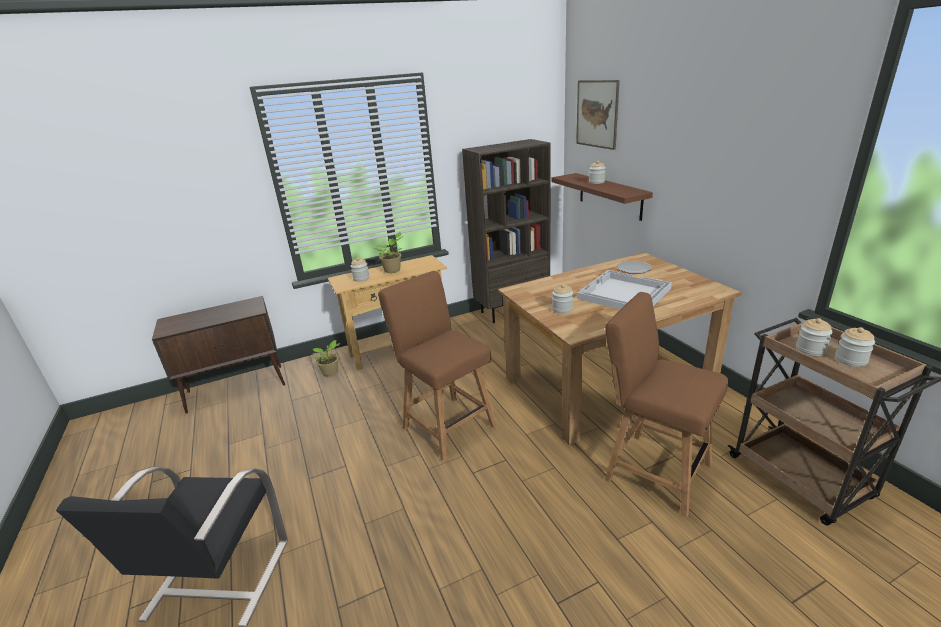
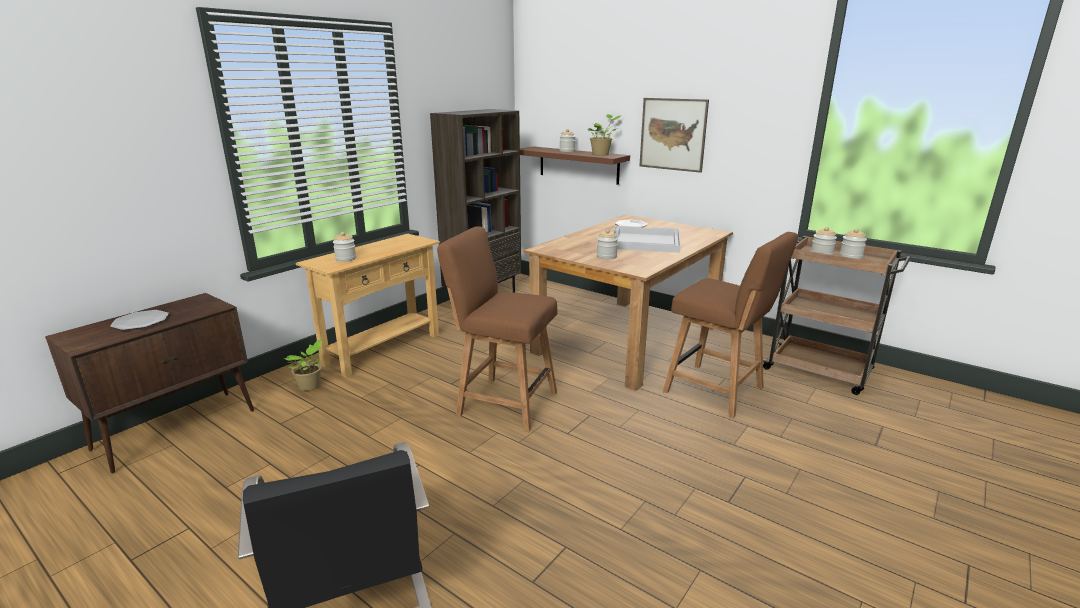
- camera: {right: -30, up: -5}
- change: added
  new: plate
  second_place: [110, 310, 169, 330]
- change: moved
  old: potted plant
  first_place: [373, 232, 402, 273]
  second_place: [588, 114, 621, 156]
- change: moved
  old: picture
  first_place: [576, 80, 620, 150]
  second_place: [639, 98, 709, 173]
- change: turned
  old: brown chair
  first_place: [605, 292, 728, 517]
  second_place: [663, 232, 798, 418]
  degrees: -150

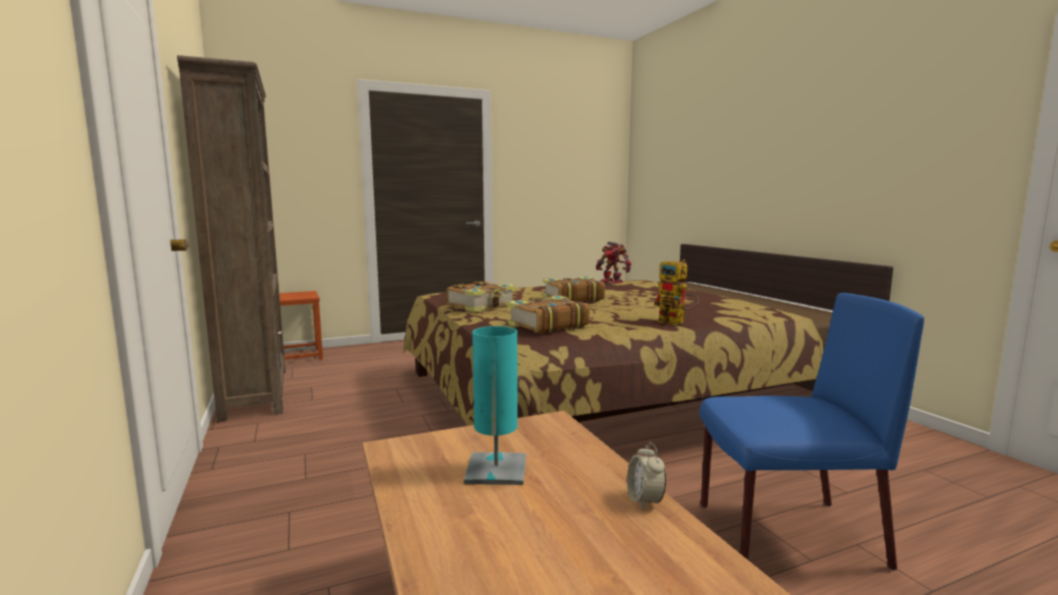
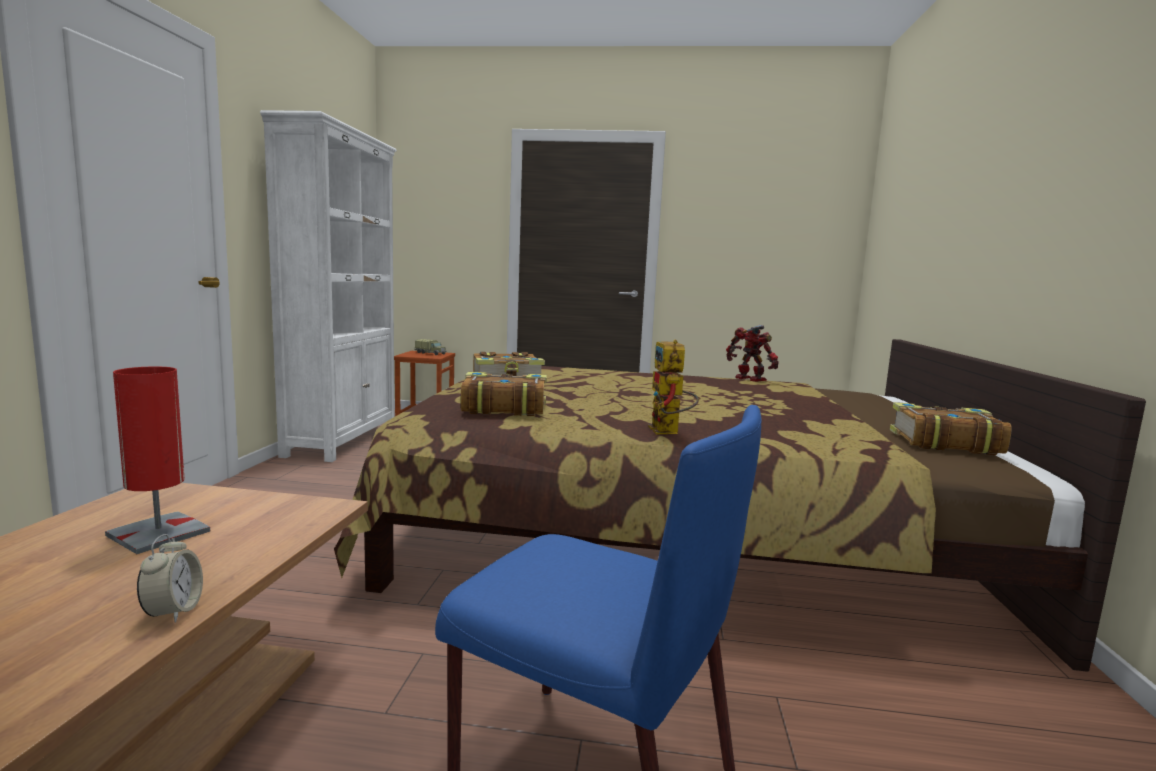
- camera: {right: 30, up: 0}
- change: added
  new: toy truck
  second_place: [415, 339, 447, 355]
- change: moved
  old: book
  first_place: [543, 277, 605, 302]
  second_place: [890, 402, 1012, 455]
- change: recoloured
  old: brown bookcase
  new: white bookcase
  first_place: [177, 55, 286, 422]
  second_place: [260, 110, 397, 462]
- change: recoloured
  old: turquoise table lamp
  new: red table lamp
  first_place: [464, 326, 526, 485]
  second_place: [105, 367, 210, 554]
- change: turned
  old: toy robot
  first_place: [596, 242, 632, 284]
  second_place: [726, 325, 779, 382]
  degrees: 150
- change: turned
  old: alarm clock
  first_place: [627, 442, 666, 510]
  second_place: [137, 534, 203, 623]
  degrees: 150

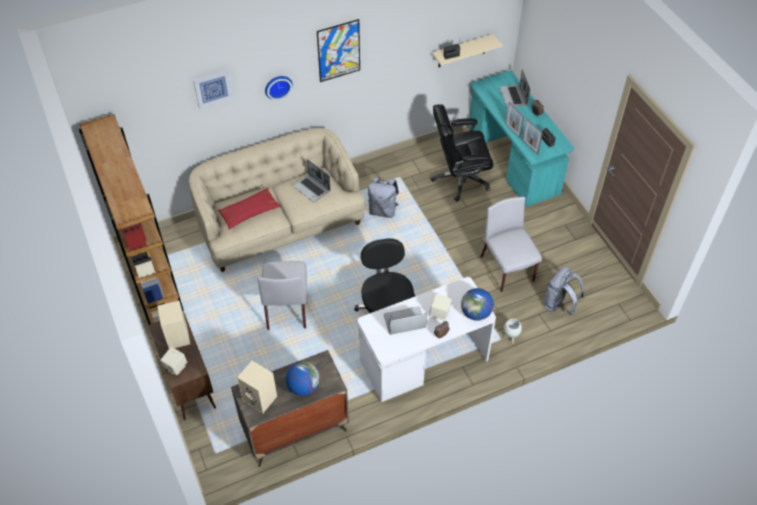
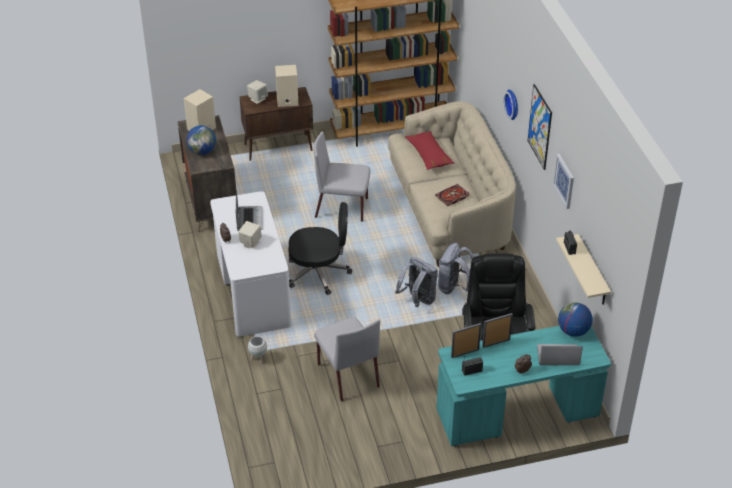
- camera: {right: 100, up: -10}
- change: moved
  old: picture
  first_place: [193, 70, 233, 108]
  second_place: [553, 154, 574, 209]
- change: moved
  old: globe
  first_place: [461, 288, 494, 321]
  second_place: [558, 302, 593, 337]
- change: moved
  old: grey backpack
  first_place: [544, 267, 584, 315]
  second_place: [395, 257, 438, 307]
- change: replaced
  old: laptop
  new: book
  first_place: [293, 159, 331, 202]
  second_place: [435, 184, 469, 206]
- change: turned
  old: grey chair
  first_place: [480, 197, 542, 292]
  second_place: [314, 317, 380, 401]
  degrees: 75

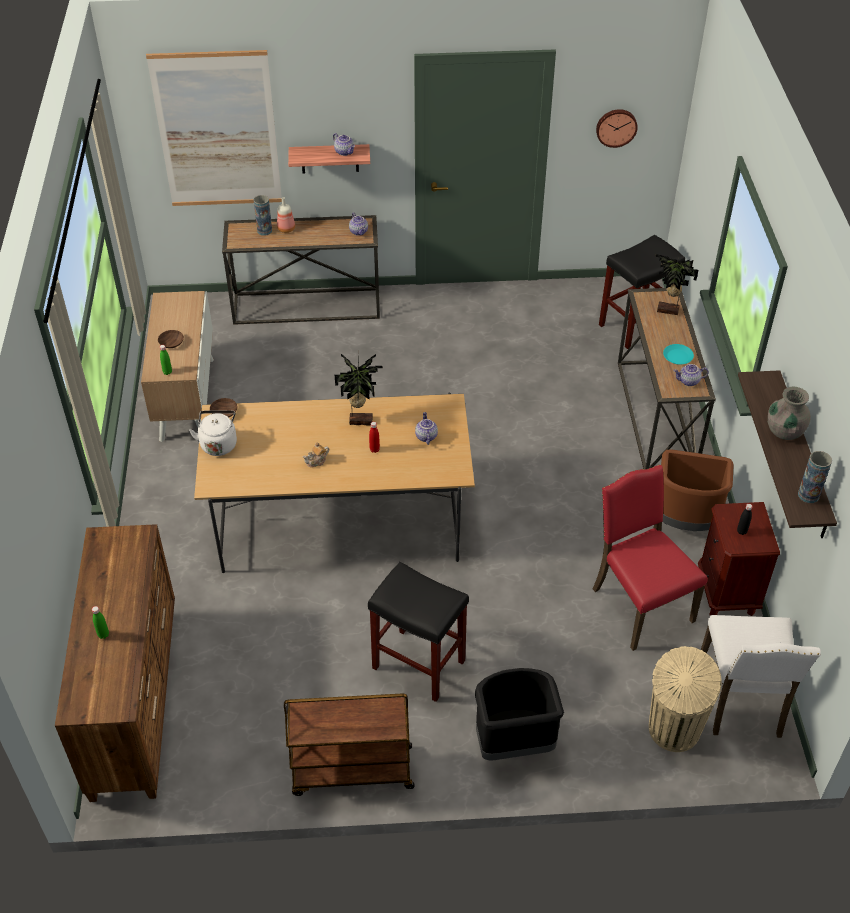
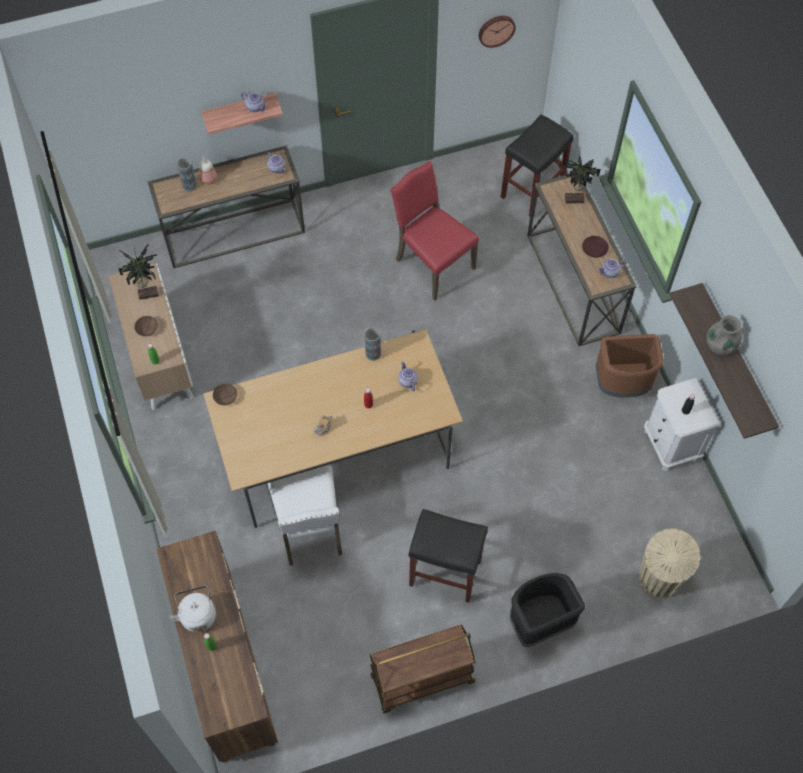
- camera: {right: -15, up: 15}
- change: removed
  old: picture
  first_place: [146, 50, 282, 206]
- change: moved
  old: white kettle
  first_place: [189, 410, 237, 456]
  second_place: [170, 586, 216, 632]
- change: moved
  old: potted plant
  first_place: [335, 352, 383, 425]
  second_place: [118, 244, 159, 300]
- change: moved
  old: red chair
  first_place: [593, 465, 708, 651]
  second_place: [390, 161, 479, 301]
- change: moved
  old: white chair
  first_place: [701, 615, 821, 738]
  second_place: [267, 465, 342, 566]
- change: moved
  old: vase
  first_place: [798, 451, 832, 503]
  second_place: [365, 328, 381, 361]
- change: recoloured
  old: turquoise plate
  new: brown plate
  first_place: [663, 344, 694, 365]
  second_place: [582, 236, 609, 258]
- change: recoloured
  old: brown nightstand
  new: white nightstand
  first_place: [698, 502, 780, 616]
  second_place: [644, 378, 719, 471]

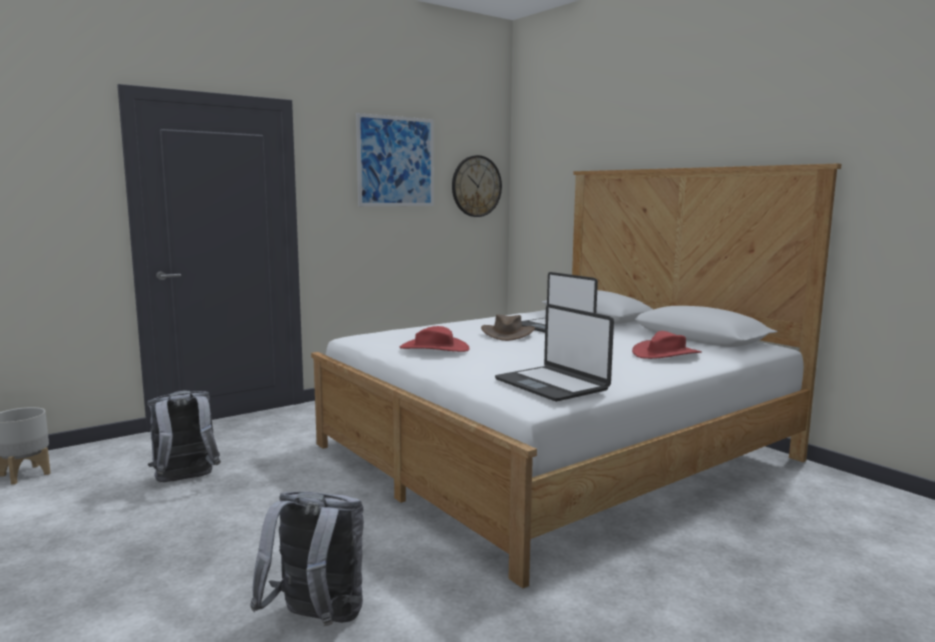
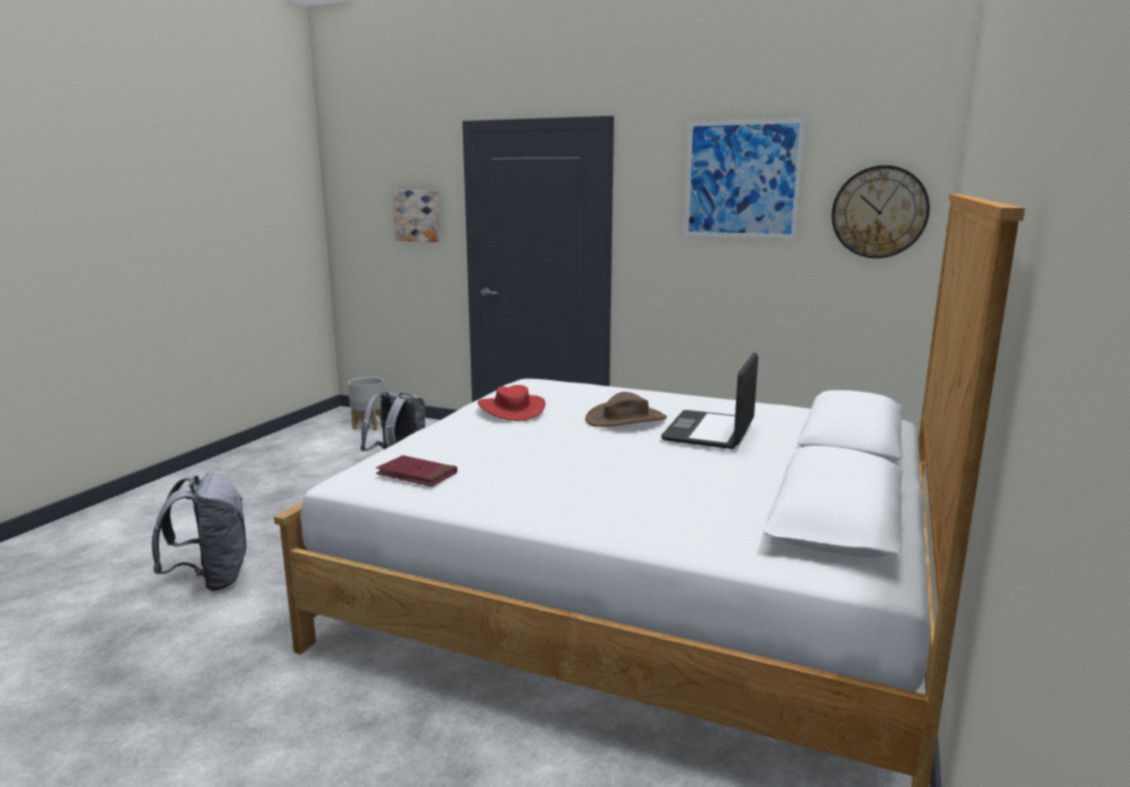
- camera: {right: 60, up: 5}
- change: removed
  old: red hat
  first_place: [632, 331, 702, 359]
- change: added
  new: picture
  second_place: [392, 190, 440, 242]
- change: replaced
  old: laptop
  new: red book
  first_place: [495, 304, 614, 402]
  second_place: [376, 455, 457, 487]

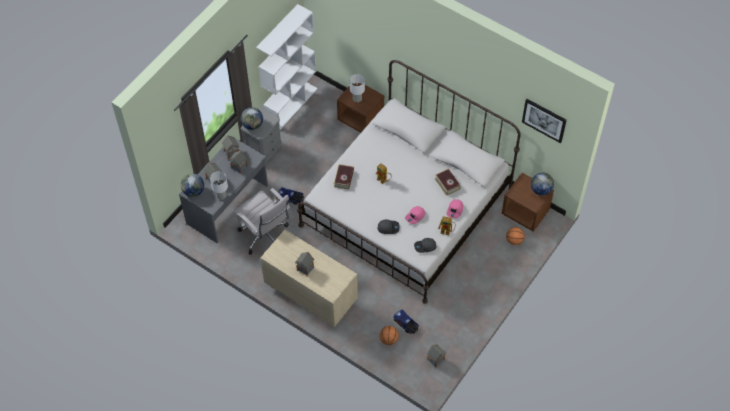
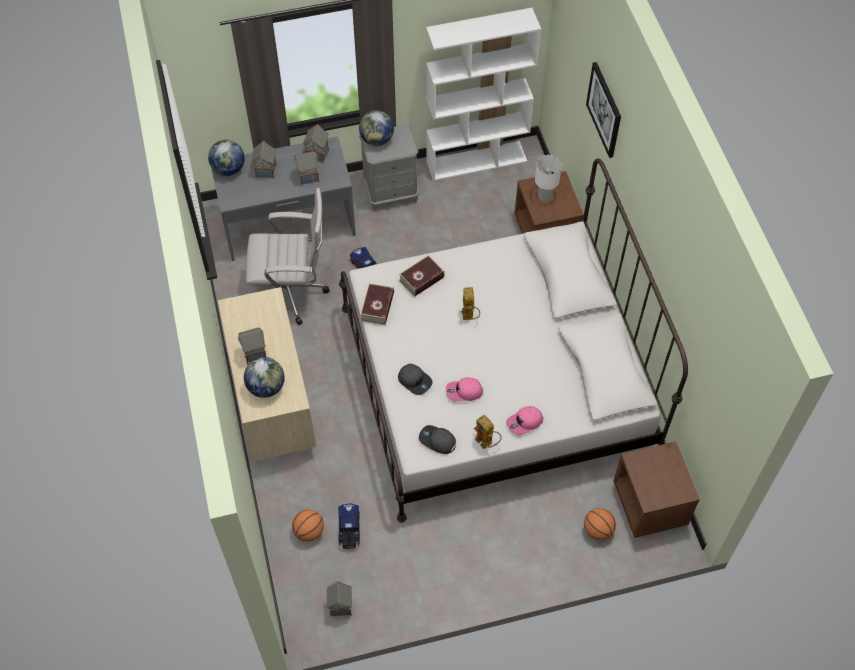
- camera: {right: 40, up: 0}
- change: removed
  old: white table lamp
  first_place: [210, 171, 228, 200]
- change: moved
  old: book
  first_place: [435, 169, 461, 196]
  second_place: [360, 283, 394, 325]
- change: moved
  old: picture
  first_place: [522, 99, 567, 143]
  second_place: [586, 62, 621, 158]
- change: moved
  old: globe
  first_place: [531, 173, 554, 196]
  second_place: [244, 357, 285, 398]
- change: turned
  old: white office chair
  first_place: [233, 188, 290, 255]
  second_place: [246, 188, 330, 325]
  degrees: -90

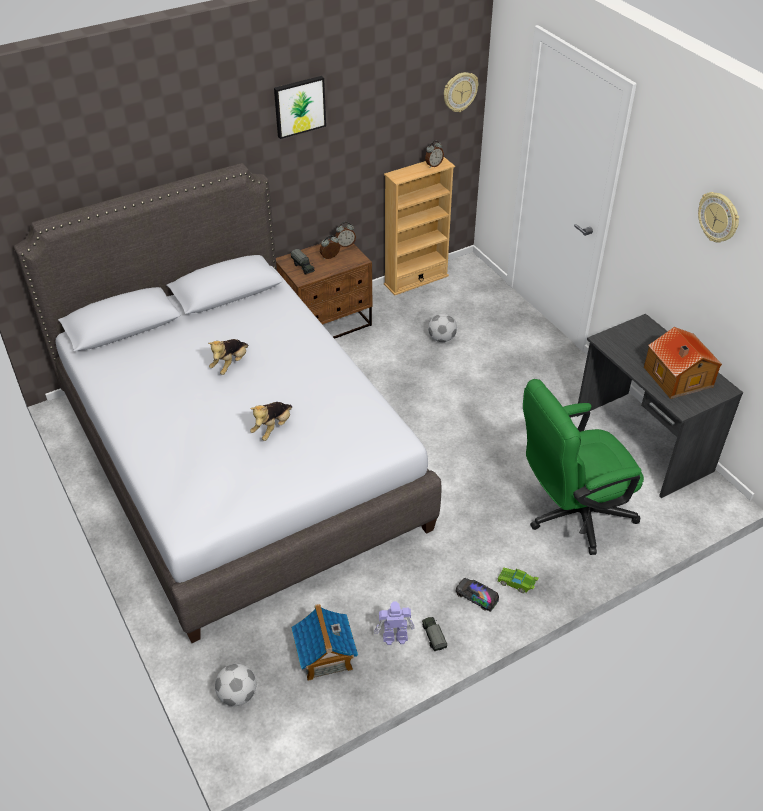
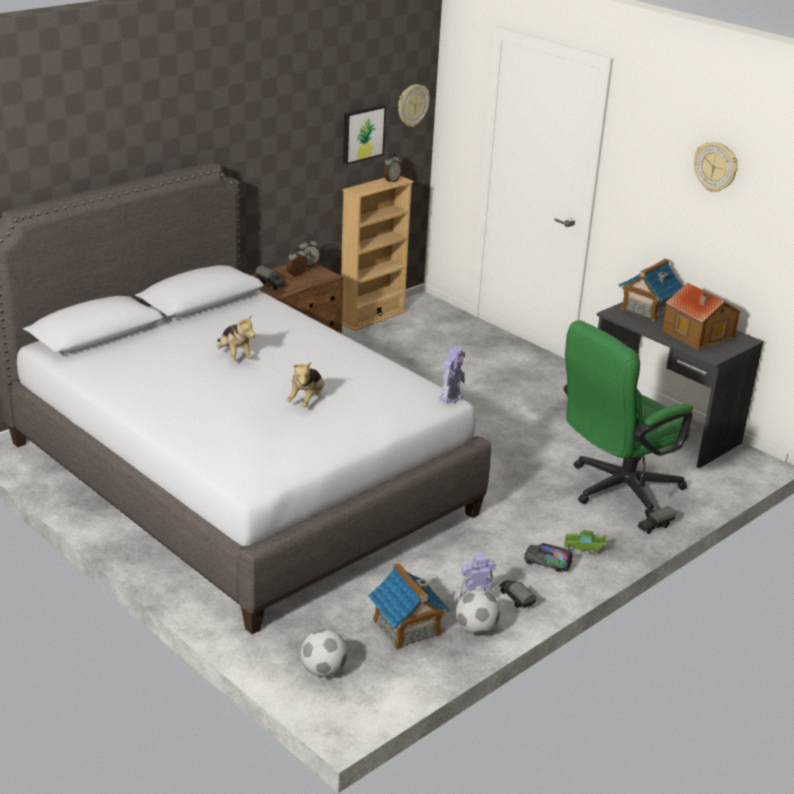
- camera: {right: -15, up: -15}
- change: added
  new: toy robot
  second_place: [439, 346, 465, 404]
- change: added
  new: toy house
  second_place: [619, 259, 683, 322]
- change: added
  new: toy truck
  second_place: [638, 506, 676, 534]
- change: moved
  old: picture
  first_place: [274, 76, 326, 139]
  second_place: [343, 105, 386, 165]
- change: moved
  old: football
  first_place: [428, 313, 457, 342]
  second_place: [456, 590, 500, 635]
- change: turned
  old: plush toy
  first_place: [208, 339, 249, 375]
  second_place: [216, 314, 256, 361]
  degrees: -45

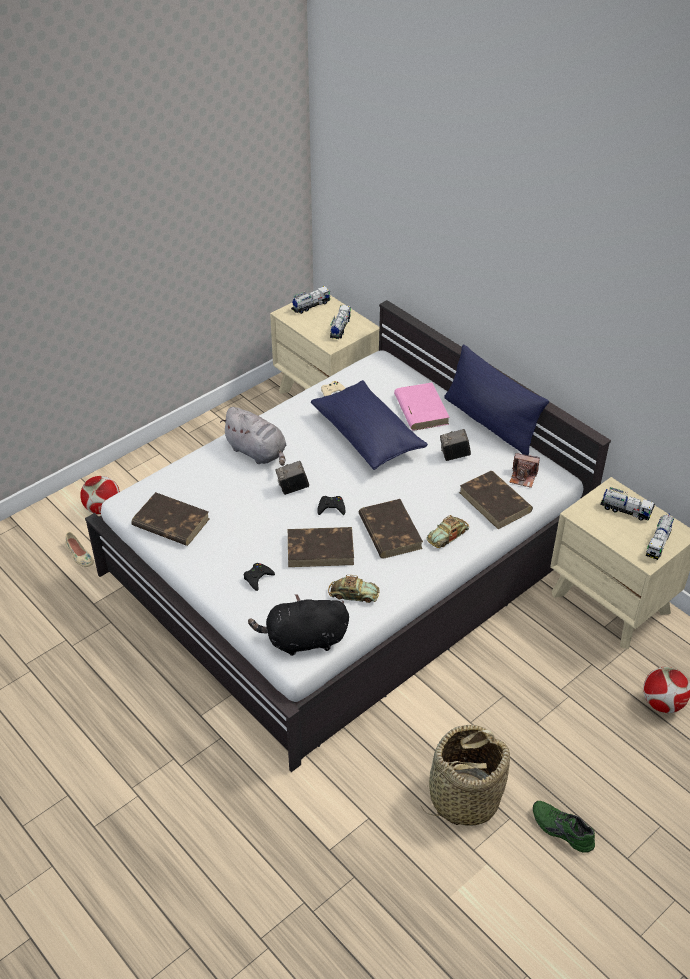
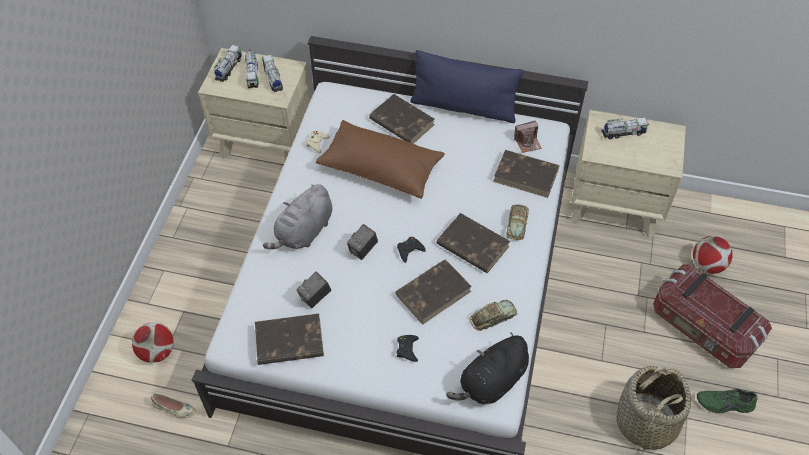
- camera: {right: -35, up: 10}
- change: added
  new: storage box
  second_place: [653, 264, 772, 368]
- change: moved
  old: photo camera
  first_place: [440, 429, 471, 461]
  second_place: [297, 272, 331, 308]
- change: moved
  old: toy truck
  first_place: [646, 514, 674, 560]
  second_place: [245, 50, 259, 88]
- change: recoloured
  old: blue pillow
  new: brown pillow
  first_place: [311, 380, 428, 470]
  second_place: [316, 120, 445, 199]
- change: recoloured
  old: pink book
  new: brown book
  first_place: [394, 382, 450, 430]
  second_place: [369, 94, 434, 144]
- change: turned
  old: grey plush toy
  first_place: [220, 407, 286, 466]
  second_place: [263, 184, 332, 249]
  degrees: 120

